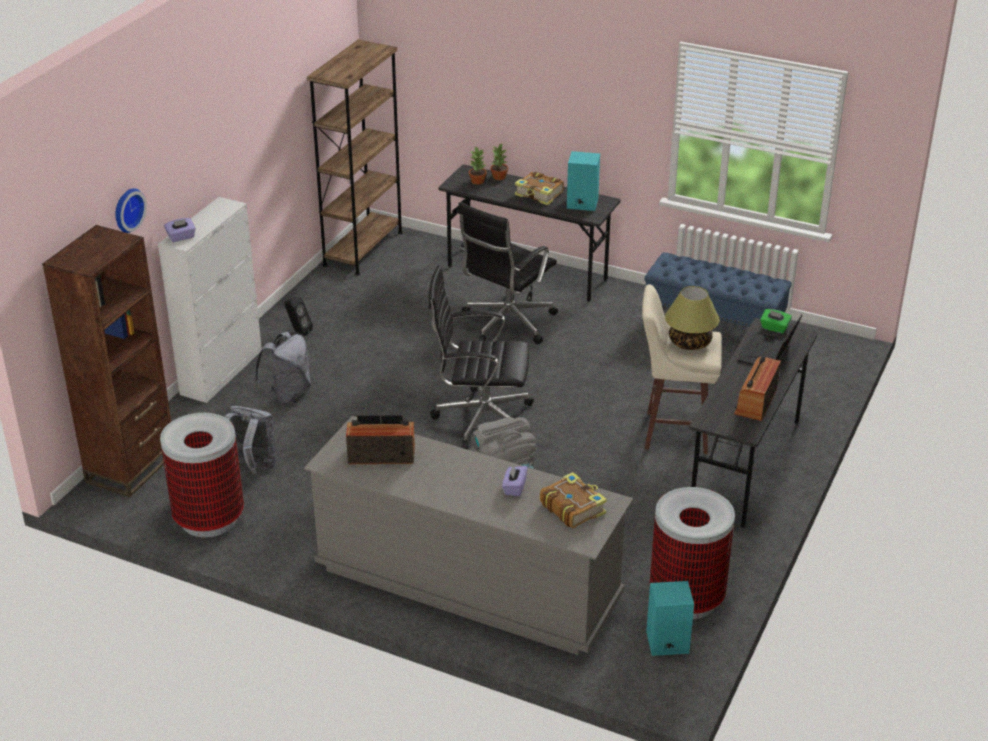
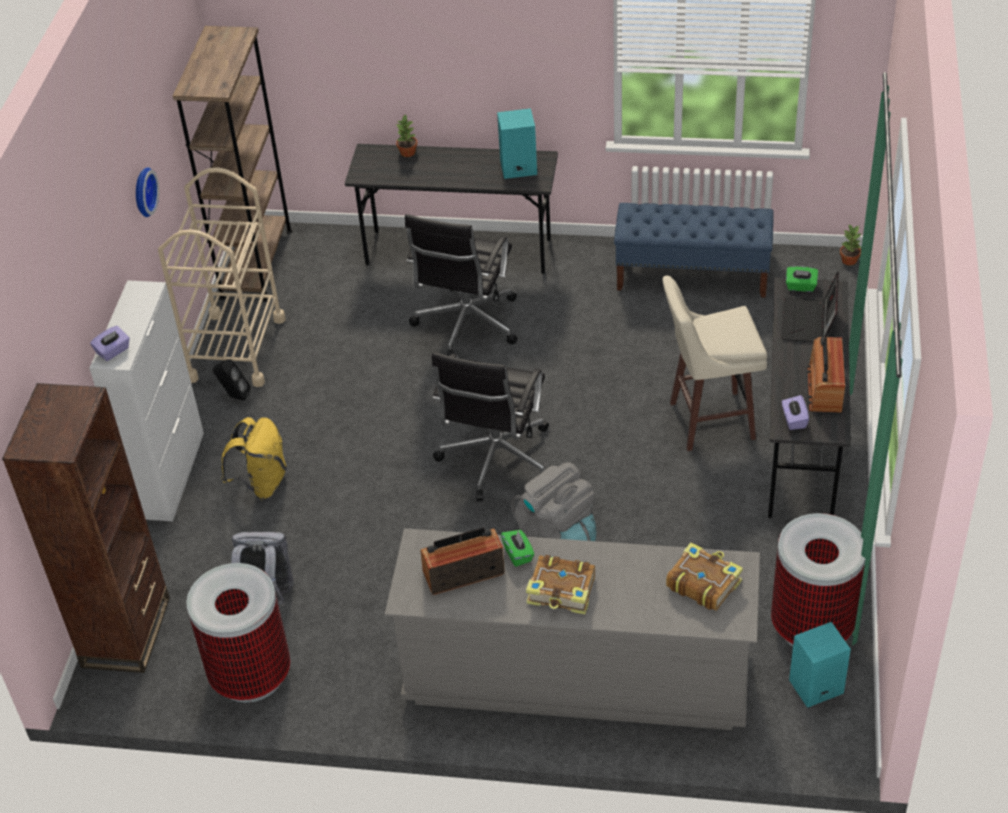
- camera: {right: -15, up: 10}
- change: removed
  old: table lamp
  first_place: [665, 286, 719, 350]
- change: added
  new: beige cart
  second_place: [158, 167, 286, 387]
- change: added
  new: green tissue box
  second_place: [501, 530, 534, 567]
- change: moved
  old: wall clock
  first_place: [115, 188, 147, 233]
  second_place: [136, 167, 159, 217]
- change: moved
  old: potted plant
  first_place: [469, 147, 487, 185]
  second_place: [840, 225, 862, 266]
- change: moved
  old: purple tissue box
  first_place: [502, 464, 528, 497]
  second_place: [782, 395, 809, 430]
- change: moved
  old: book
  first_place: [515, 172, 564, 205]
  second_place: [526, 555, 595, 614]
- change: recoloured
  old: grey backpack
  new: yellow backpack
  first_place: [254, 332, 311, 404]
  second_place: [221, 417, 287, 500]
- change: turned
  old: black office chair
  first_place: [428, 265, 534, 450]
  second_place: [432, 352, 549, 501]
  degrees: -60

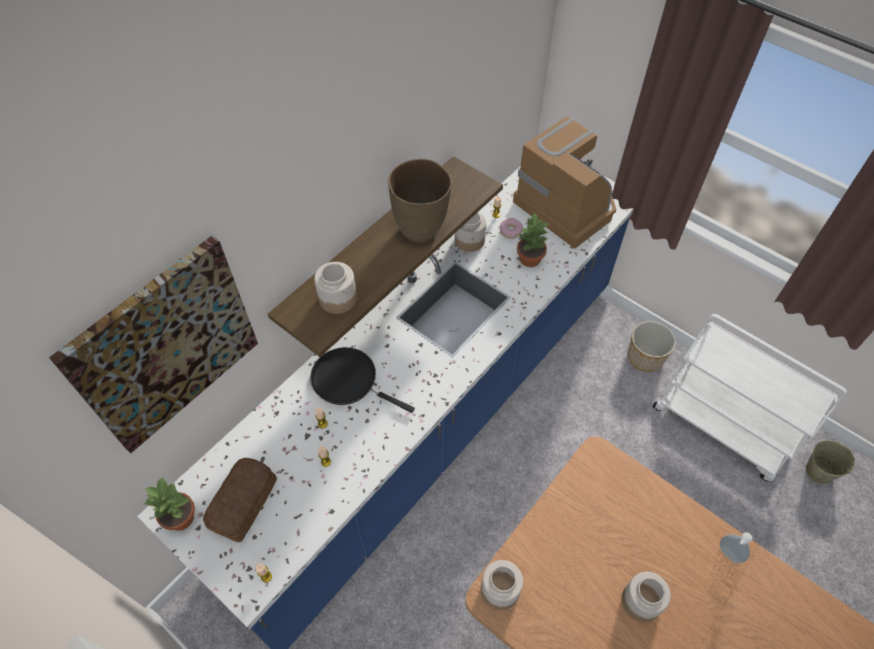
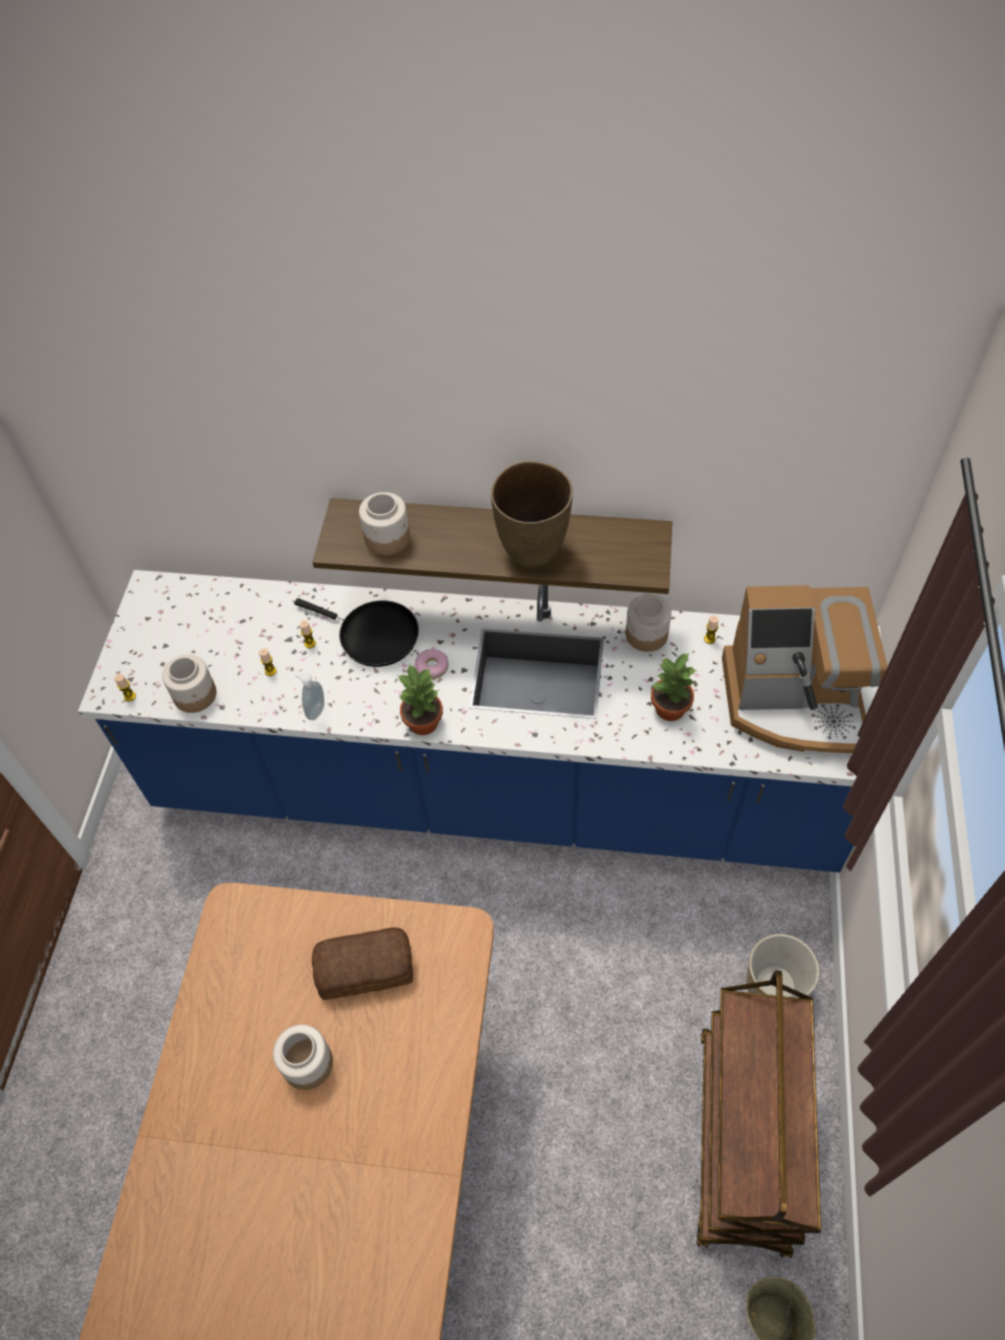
- camera: {right: 60, up: 0}
- change: removed
  old: picture
  first_place: [49, 236, 258, 453]
- change: moved
  old: potted plant
  first_place: [144, 477, 195, 531]
  second_place: [397, 664, 443, 735]
- change: moved
  old: bread
  first_place: [203, 458, 277, 542]
  second_place: [312, 928, 413, 1000]
- change: moved
  old: jar
  first_place: [481, 560, 523, 610]
  second_place: [162, 654, 217, 713]
- change: moved
  old: donut
  first_place: [500, 218, 523, 239]
  second_place: [415, 649, 448, 679]
- change: moved
  old: soap dispenser
  first_place: [720, 532, 752, 564]
  second_place: [295, 673, 324, 720]
- change: recoloured
  old: white cart
  new: brown cart
  first_place: [653, 314, 847, 481]
  second_place: [696, 970, 821, 1258]
- change: turned
  old: black frying pan
  first_place: [310, 347, 415, 413]
  second_place: [294, 598, 419, 667]
  degrees: 120
- change: turned
  old: coffee machine
  first_place: [513, 116, 616, 249]
  second_place: [722, 585, 887, 753]
  degrees: 75

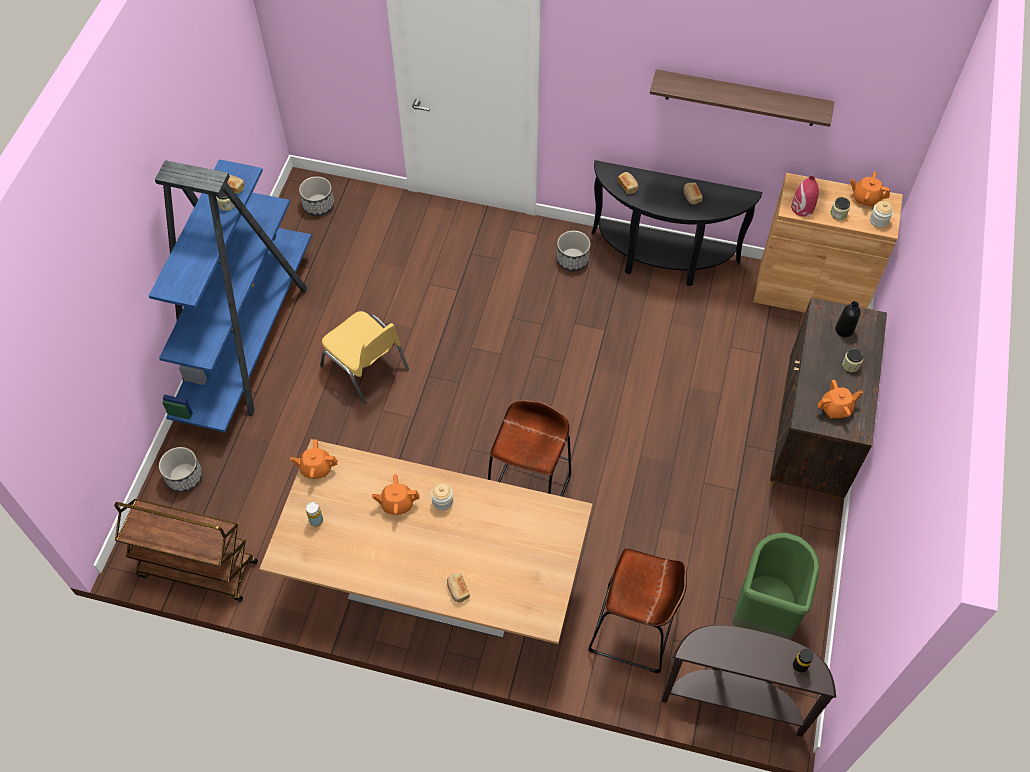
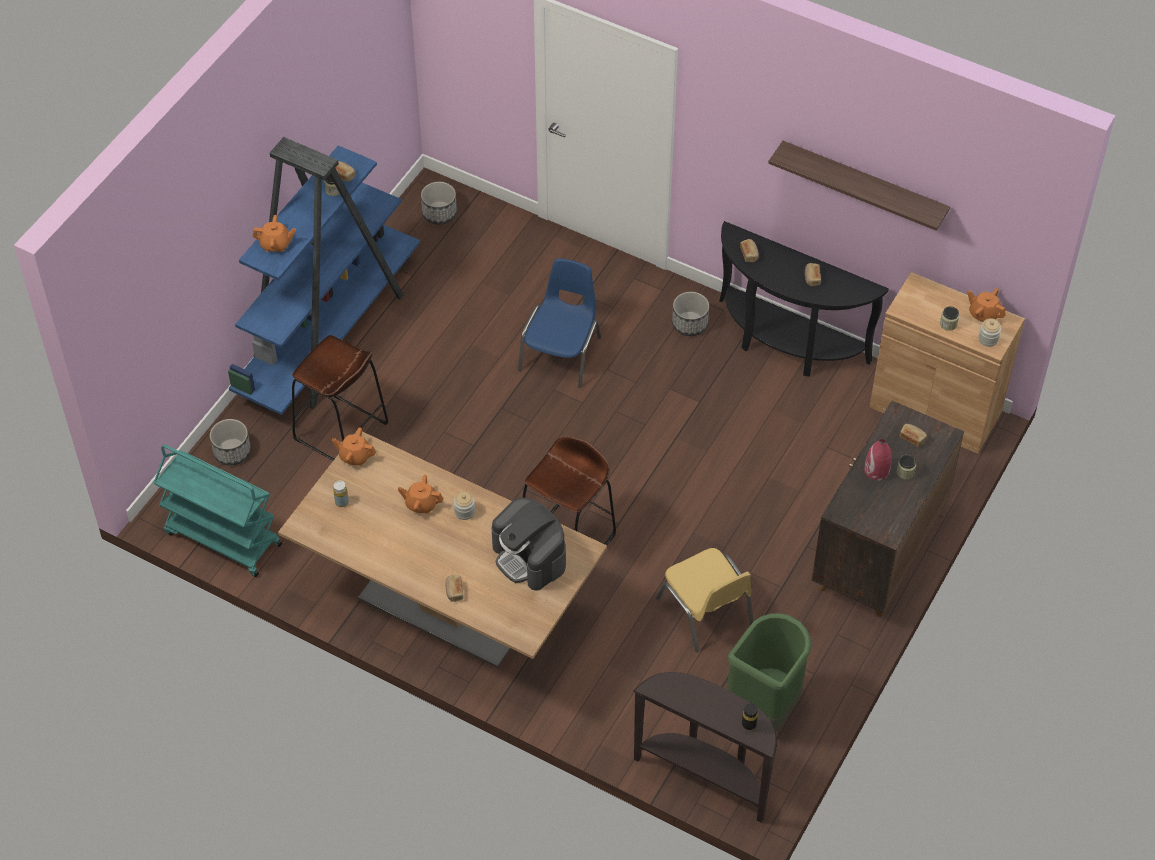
- camera: {right: 15, up: -5}
- change: added
  new: coffee machine
  second_place: [491, 498, 566, 591]
- change: added
  new: blue chair
  second_place: [518, 258, 601, 388]
- change: moved
  old: yellow chair
  first_place: [320, 311, 409, 404]
  second_place: [656, 548, 754, 652]
- change: moved
  old: brown stool
  first_place: [588, 549, 687, 674]
  second_place: [292, 335, 388, 460]
- change: moved
  old: red vase
  first_place: [791, 176, 819, 217]
  second_place: [864, 439, 892, 481]
- change: moved
  old: orange teapot
  first_place: [817, 380, 863, 419]
  second_place: [253, 215, 296, 252]
- change: replaced
  old: black bottle
  new: bread
  first_place: [835, 301, 861, 337]
  second_place: [900, 424, 927, 447]
- change: recoloured
  old: brown cart
  new: turquoise cart
  first_place: [114, 499, 258, 601]
  second_place: [153, 444, 282, 577]

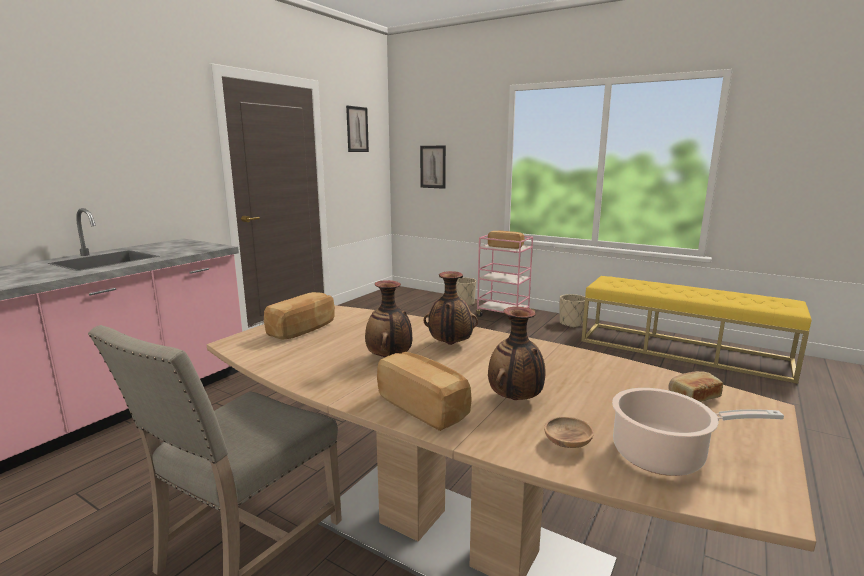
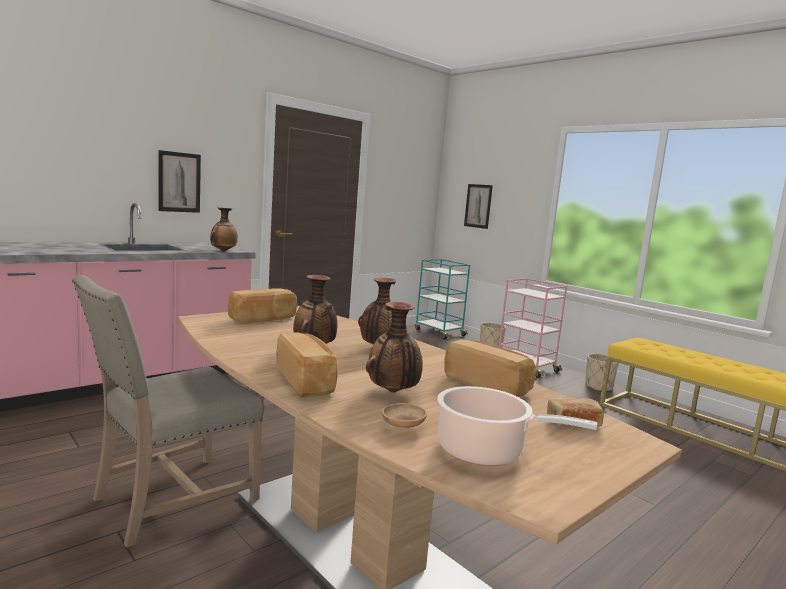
- camera: {right: 15, up: -5}
- change: added
  new: vase
  second_place: [210, 208, 238, 251]
- change: added
  new: turquoise cart
  second_place: [415, 259, 470, 340]
- change: moved
  old: picture
  first_place: [346, 105, 369, 152]
  second_place: [158, 150, 201, 213]
- change: moved
  old: bread
  first_place: [488, 231, 524, 249]
  second_place: [444, 340, 536, 397]

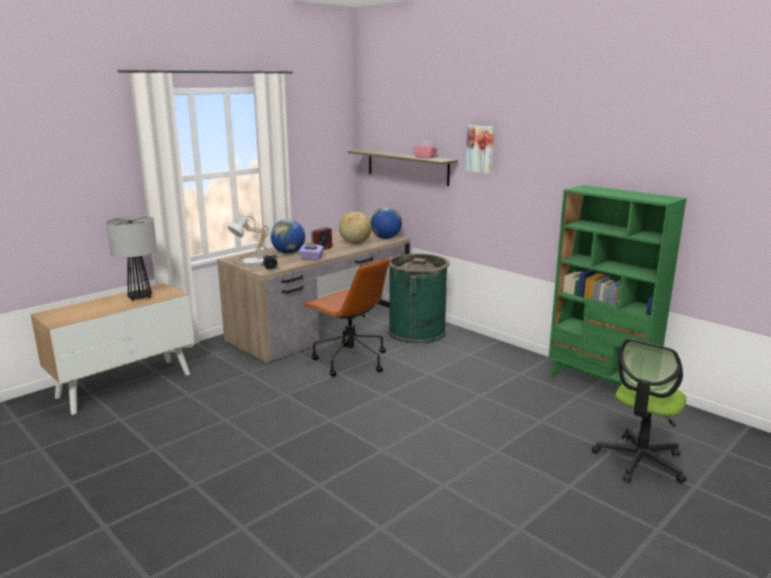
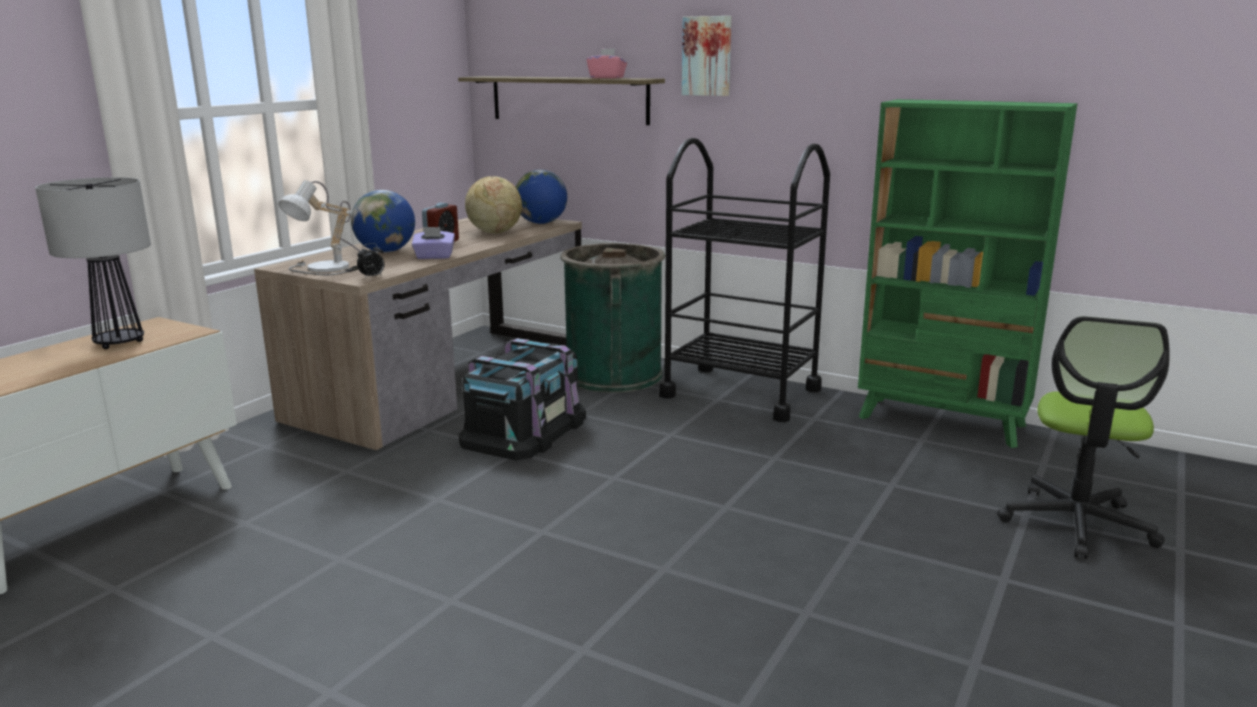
- camera: {right: -15, up: 0}
- change: added
  new: black cart
  second_place: [659, 138, 830, 422]
- change: replaced
  old: brown office chair
  new: black storage box
  first_place: [302, 257, 390, 377]
  second_place: [459, 338, 586, 460]

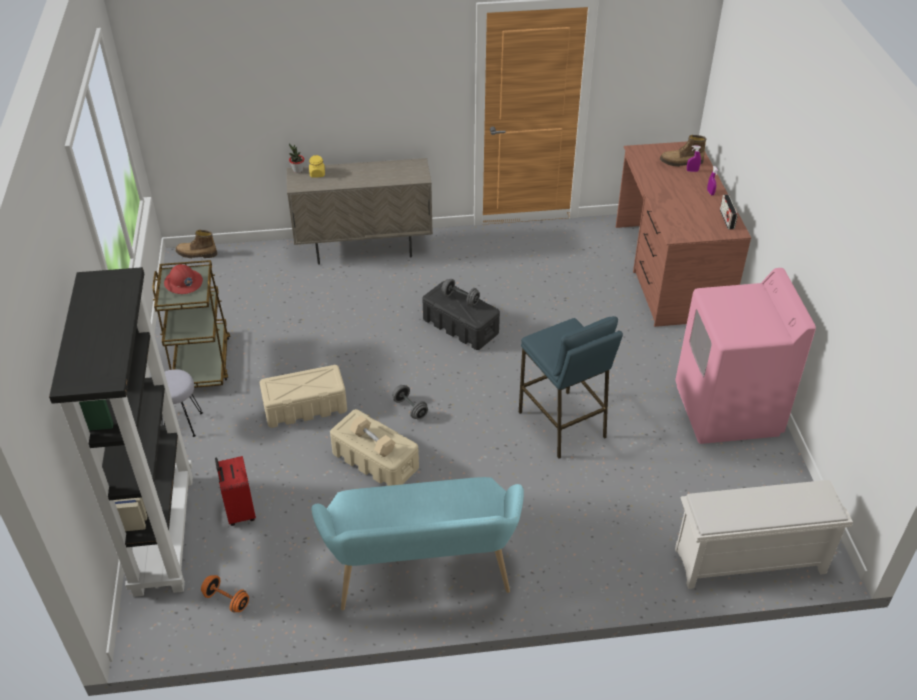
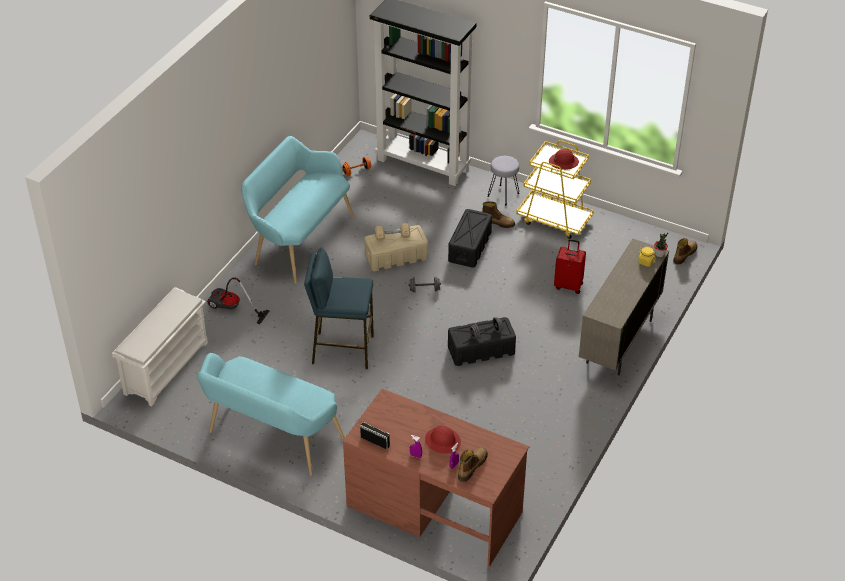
- camera: {right: 125, up: 0}
- change: added
  new: vacuum cleaner
  second_place: [207, 278, 270, 324]
- change: added
  new: red hard hat
  second_place: [425, 426, 461, 454]
- change: added
  new: boot
  second_place: [482, 201, 515, 228]
- change: moved
  old: red suitcase
  first_place: [215, 456, 256, 526]
  second_place: [554, 239, 586, 294]
- change: replaced
  old: pink washing machine
  new: turquoise bench
  first_place: [675, 268, 816, 444]
  second_place: [197, 353, 345, 475]
- change: recoloured
  old: brown cart
  new: yellow cart
  first_place: [153, 260, 230, 388]
  second_place: [516, 140, 594, 239]
- change: recoloured
  old: beige storage box
  new: black storage box
  first_place: [260, 365, 347, 428]
  second_place: [448, 209, 492, 268]

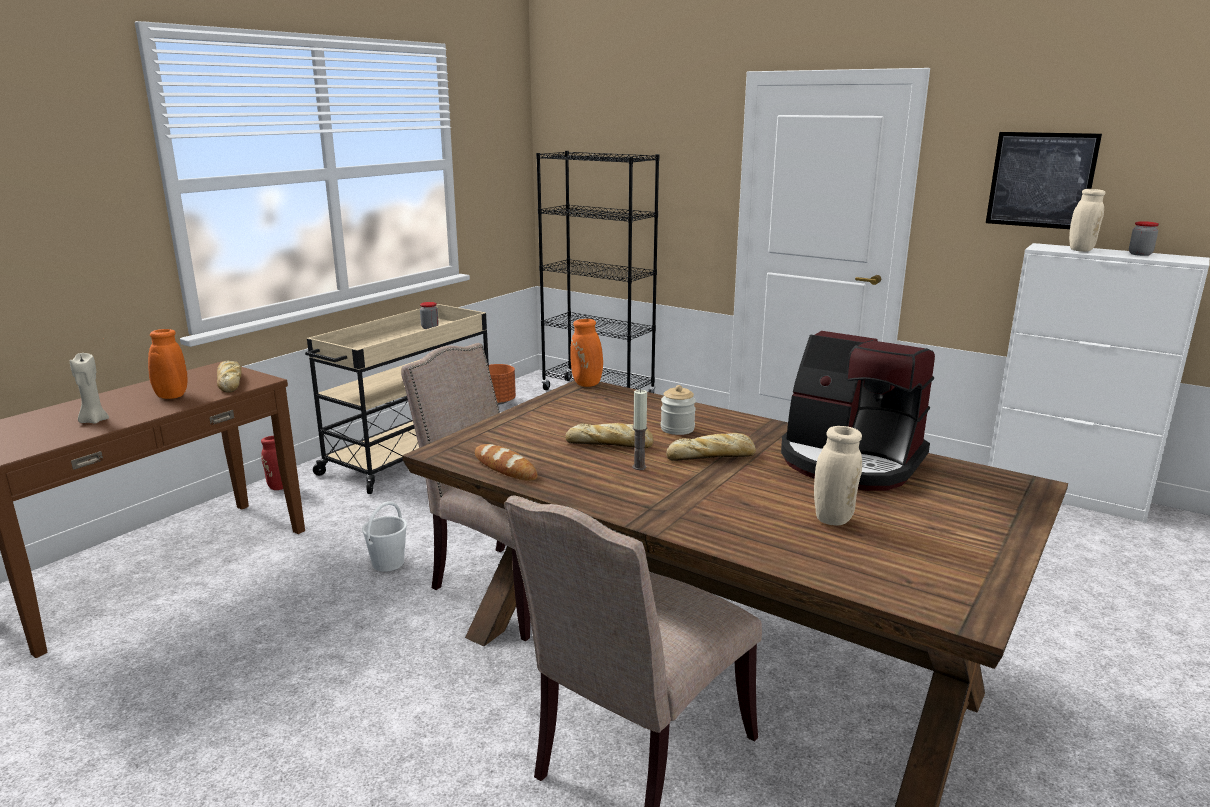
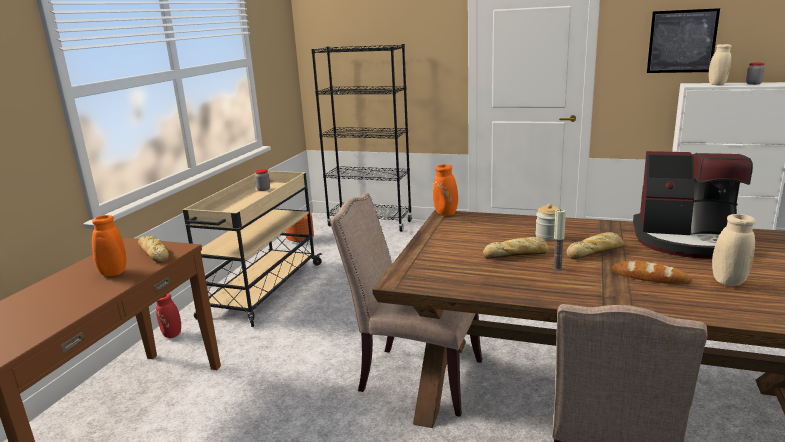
- camera: {right: -15, up: 0}
- change: removed
  old: beige candle
  first_place: [70, 353, 109, 424]
- change: removed
  old: white bucket
  first_place: [362, 501, 407, 571]
- change: moved
  old: bread
  first_place: [475, 444, 538, 481]
  second_place: [611, 261, 693, 285]

